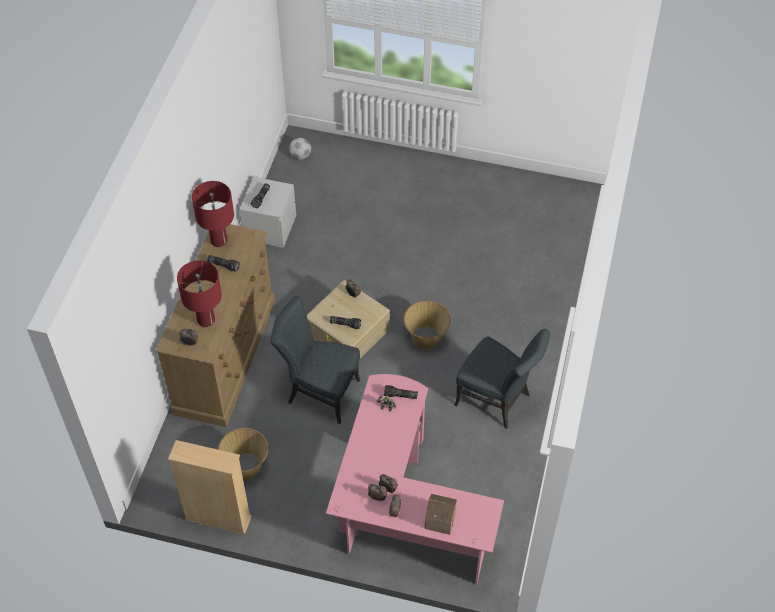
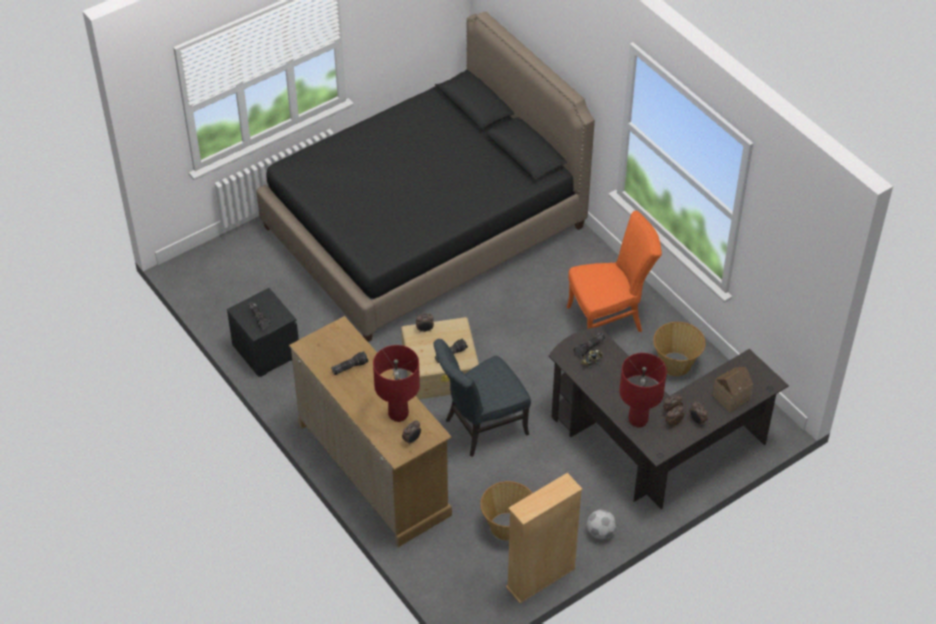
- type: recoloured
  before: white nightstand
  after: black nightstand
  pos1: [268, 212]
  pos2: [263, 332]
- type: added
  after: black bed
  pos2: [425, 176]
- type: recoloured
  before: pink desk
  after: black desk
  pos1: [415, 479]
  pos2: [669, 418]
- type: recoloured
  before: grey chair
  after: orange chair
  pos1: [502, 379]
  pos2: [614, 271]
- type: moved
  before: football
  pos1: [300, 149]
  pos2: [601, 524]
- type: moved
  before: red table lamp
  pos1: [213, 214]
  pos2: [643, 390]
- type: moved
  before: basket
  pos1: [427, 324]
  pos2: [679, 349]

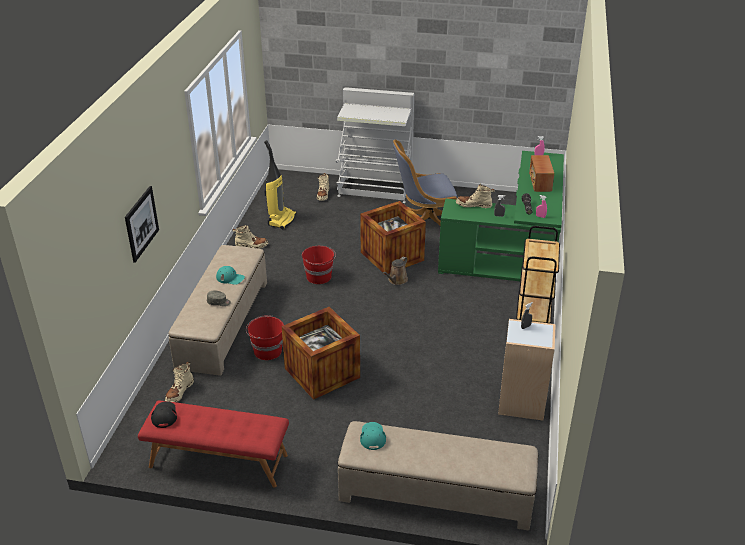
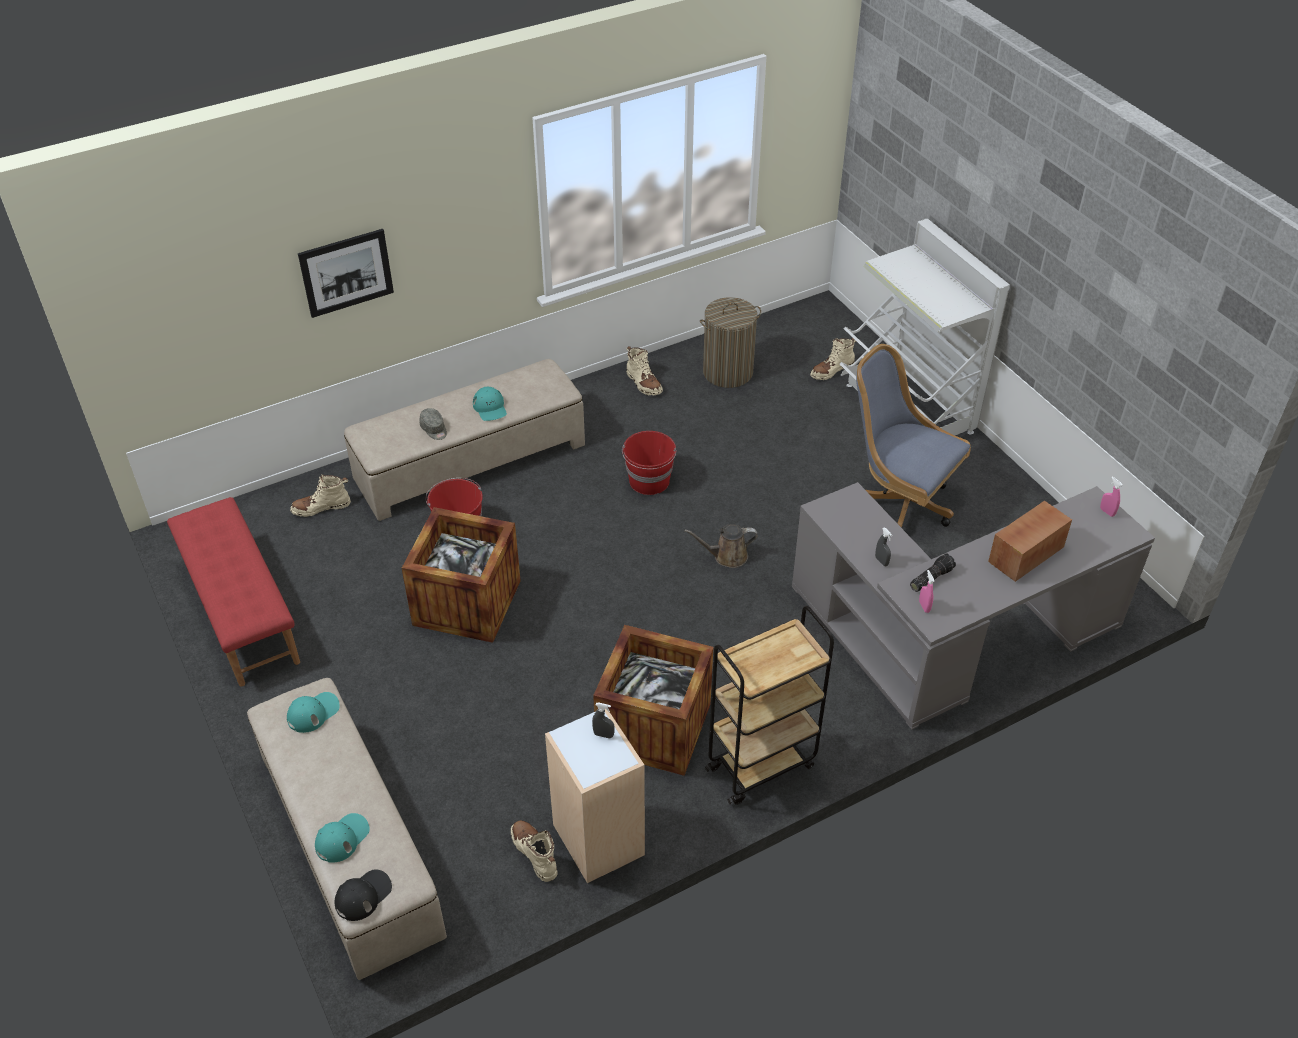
- type: added
  after: turquoise cap
  pos2: [342, 838]
- type: moved
  before: black cap
  pos1: [164, 414]
  pos2: [363, 895]
- type: moved
  before: beige boot
  pos1: [475, 195]
  pos2: [534, 851]
- type: moved
  before: crate
  pos1: [393, 238]
  pos2: [653, 700]
- type: replaced
  before: vacuum cleaner
  after: laundry basket
  pos1: [280, 184]
  pos2: [730, 342]
- type: recoloured
  before: green desk
  after: grey desk
  pos1: [501, 216]
  pos2: [973, 605]

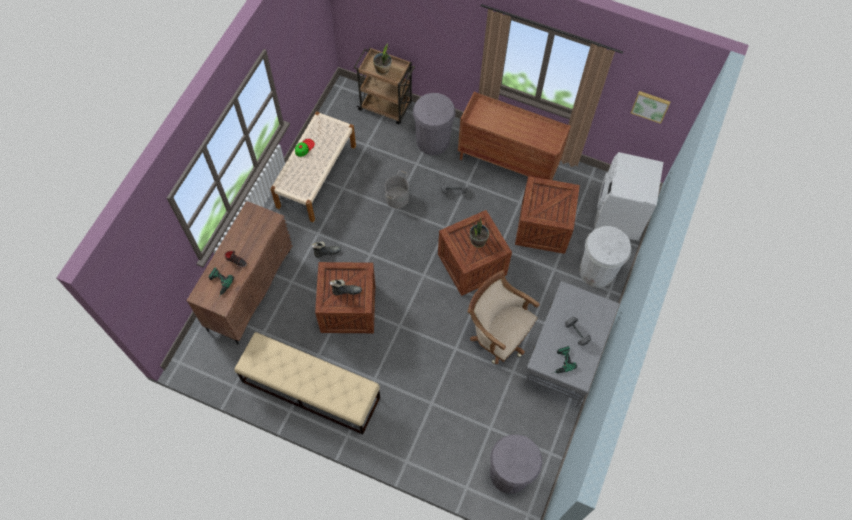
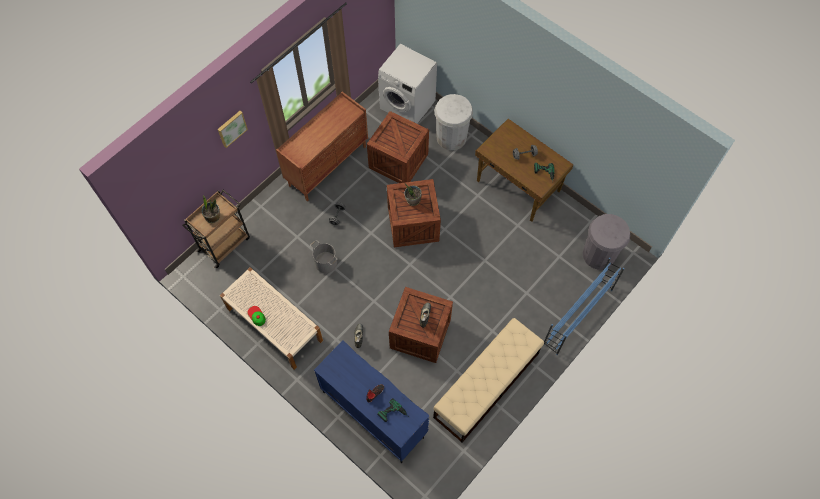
- type: moved
  before: picture
  pos1: [650, 107]
  pos2: [233, 129]
- type: recoloured
  before: brown dresser
  after: blue dresser
  pos1: [240, 272]
  pos2: [372, 402]
- type: recoloured
  before: grey desk
  after: brown desk
  pos1: [572, 344]
  pos2: [524, 170]
- type: added
  after: blue shoe rack
  pos2: [584, 306]
- type: removed
  before: grey trash can
  pos1: [434, 124]
- type: removed
  before: office chair
  pos1: [503, 317]

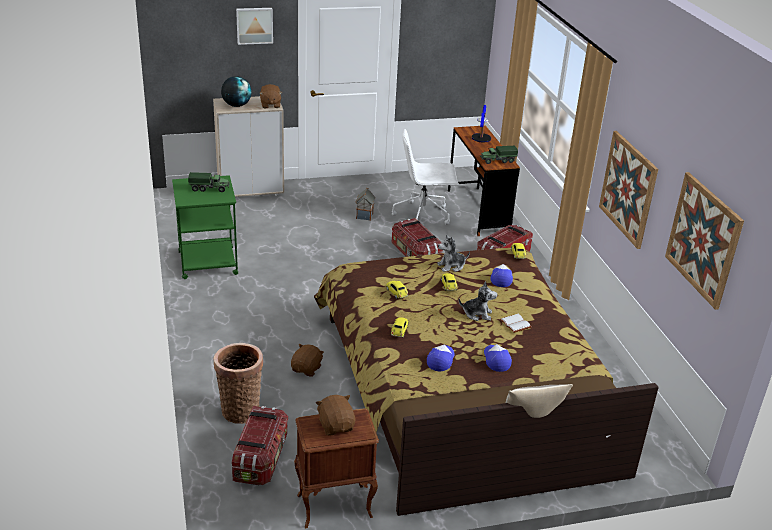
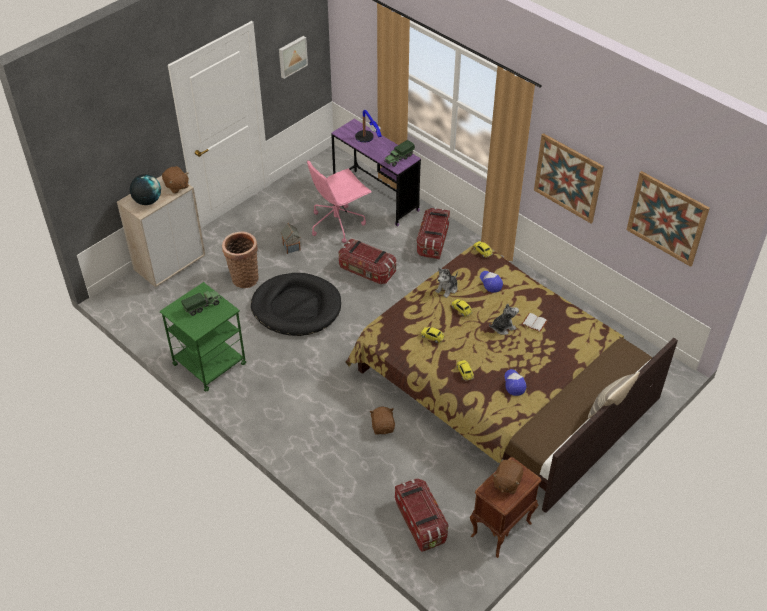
- type: moved
  before: basket
  pos1: [238, 383]
  pos2: [240, 259]
- type: added
  after: black dog bed
  pos2: [296, 304]
- type: moved
  before: picture
  pos1: [254, 26]
  pos2: [293, 57]
- type: recoloured
  before: white office chair
  after: pink office chair
  pos1: [425, 177]
  pos2: [339, 201]
- type: recoloured
  before: brown desk
  after: purple desk
  pos1: [484, 180]
  pos2: [376, 172]
- type: turned
  before: brown plush toy
  pos1: [335, 415]
  pos2: [507, 477]
  turn: -105
- type: removed
  before: cap
  pos1: [498, 358]

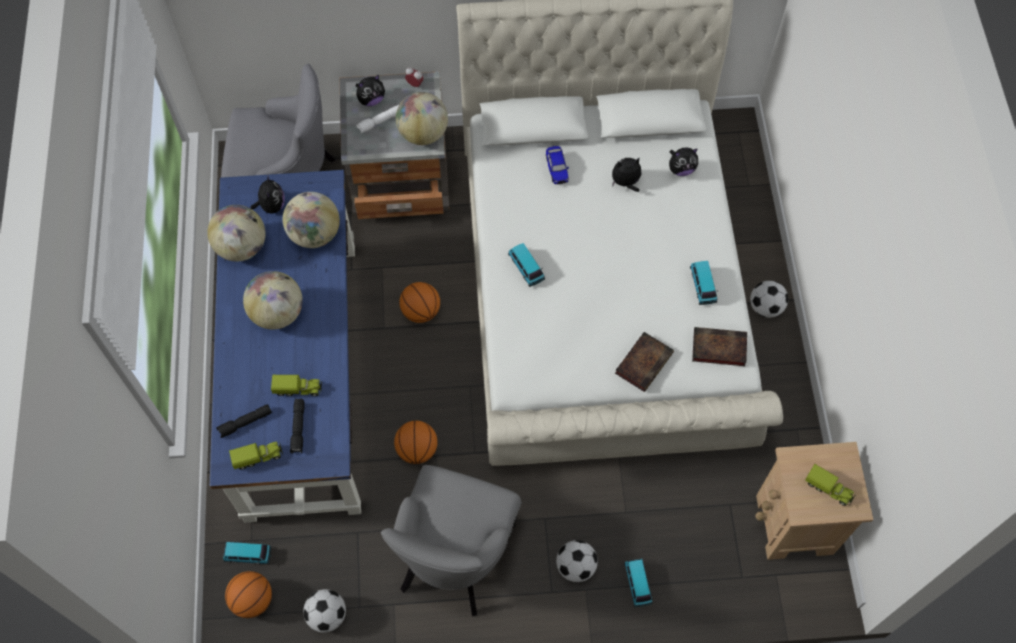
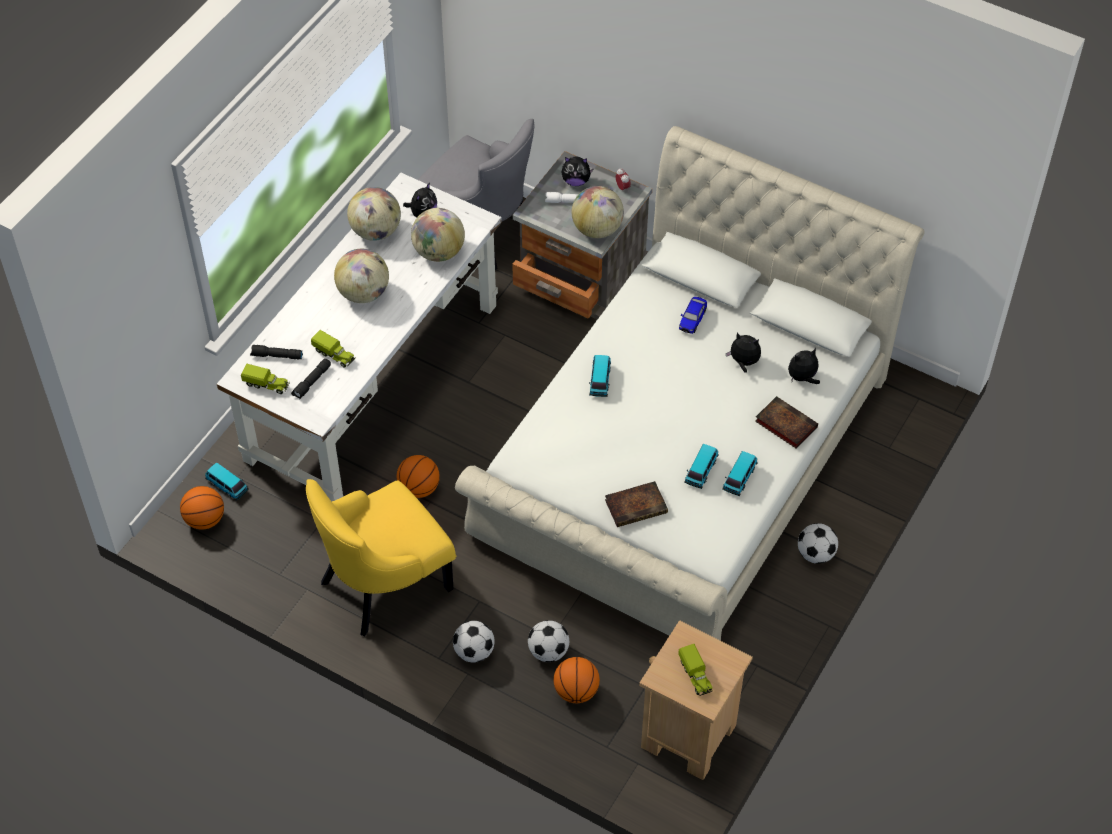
- type: recoloured
  before: blue desk
  after: white desk
  pos1: [285, 346]
  pos2: [359, 337]
- type: recoloured
  before: grey chair
  after: yellow chair
  pos1: [451, 540]
  pos2: [381, 557]
- type: moved
  before: football
  pos1: [324, 611]
  pos2: [548, 641]
- type: moved
  before: basketball
  pos1: [419, 302]
  pos2: [577, 680]
- type: moved
  before: toy car
  pos1: [638, 583]
  pos2: [701, 466]
- type: moved
  before: book
  pos1: [719, 346]
  pos2: [786, 422]
- type: turned
  before: plush toy
  pos1: [683, 162]
  pos2: [804, 366]
  turn: 135

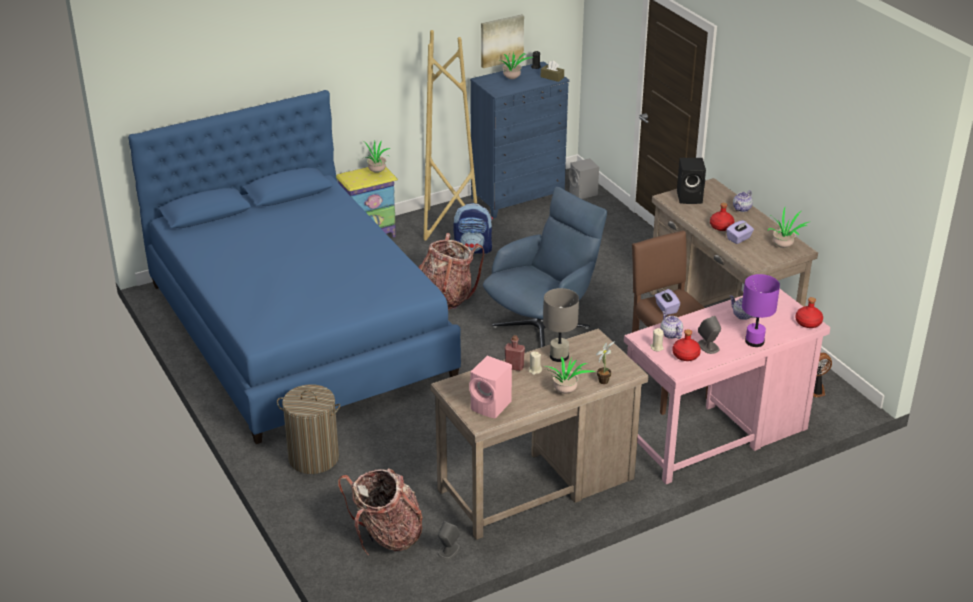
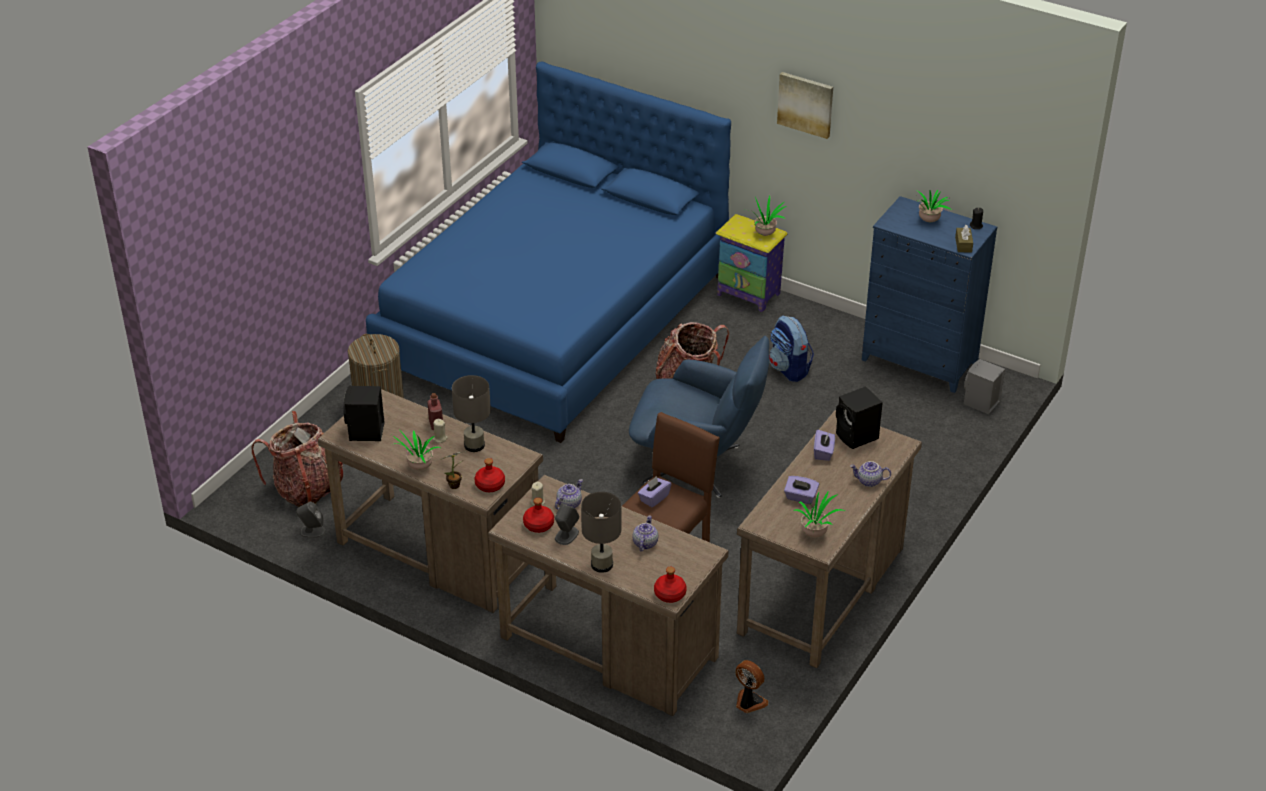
- type: recoloured
  before: pink speaker
  after: black speaker
  pos1: [490, 387]
  pos2: [364, 413]
- type: moved
  before: red bottle
  pos1: [722, 217]
  pos2: [489, 475]
- type: recoloured
  before: pink desk
  after: brown desk
  pos1: [727, 386]
  pos2: [608, 595]
- type: recoloured
  before: purple table lamp
  after: grey table lamp
  pos1: [761, 310]
  pos2: [601, 532]
- type: moved
  before: picture
  pos1: [502, 41]
  pos2: [805, 105]
- type: added
  after: purple tissue box
  pos2: [824, 445]
- type: removed
  before: yellow clothes rack
  pos1: [450, 135]

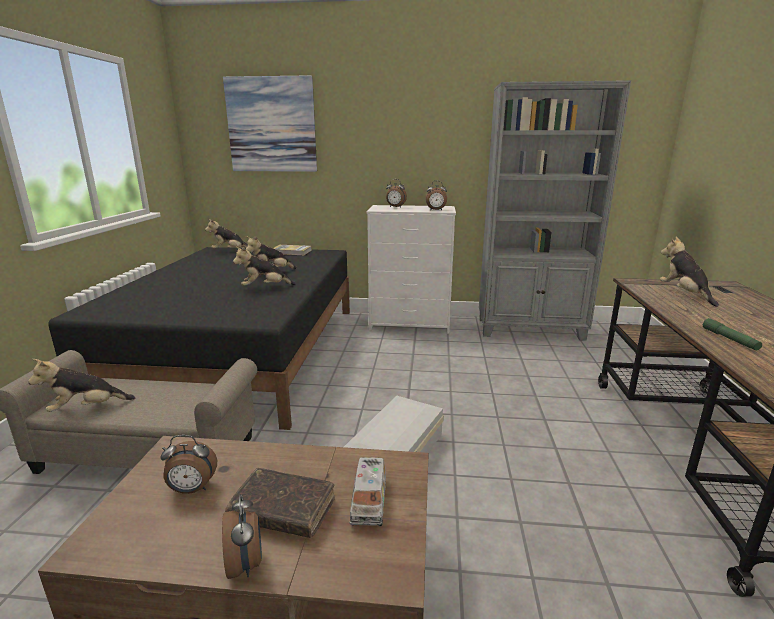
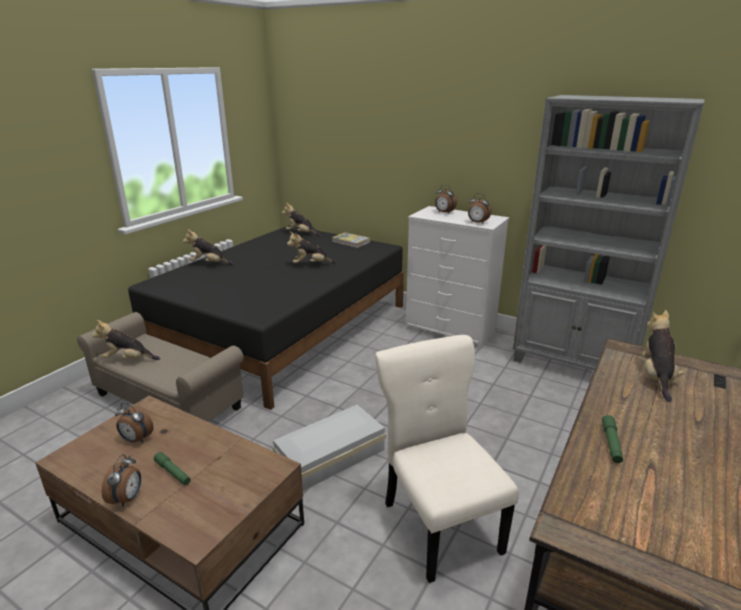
- type: replaced
  before: brown book
  after: green flashlight
  pos1: [280, 503]
  pos2: [172, 468]
- type: moved
  before: plush toy
  pos1: [264, 266]
  pos2: [208, 247]
- type: added
  after: beige chair
  pos2: [447, 459]
- type: removed
  before: picture
  pos1: [270, 123]
- type: removed
  before: toy truck
  pos1: [367, 491]

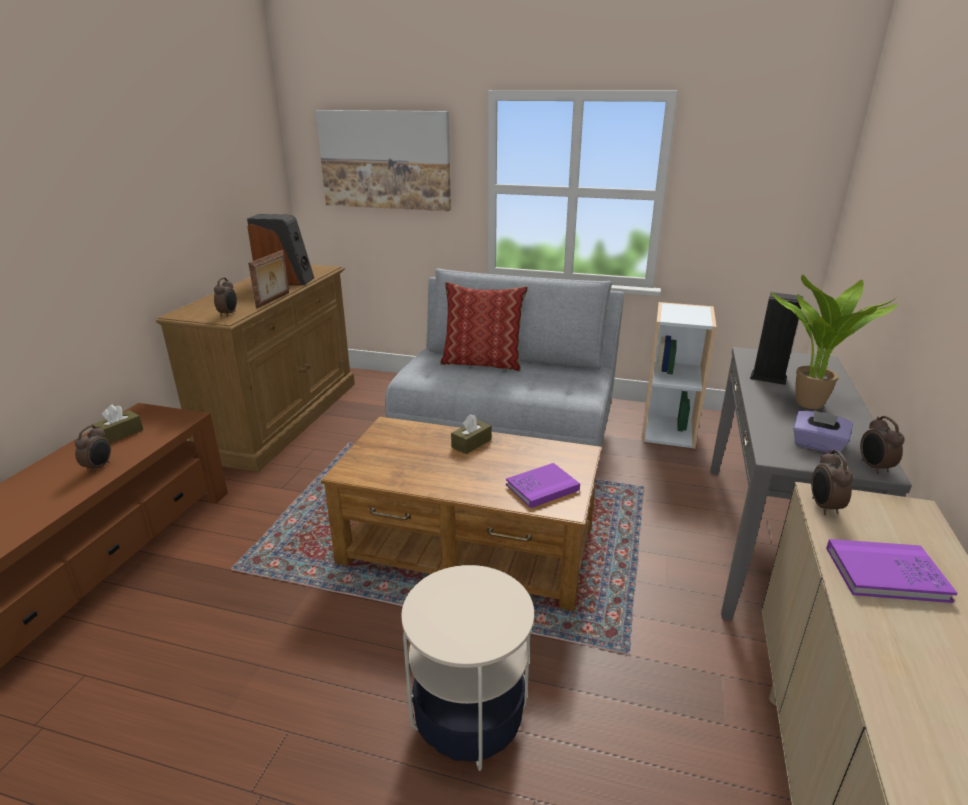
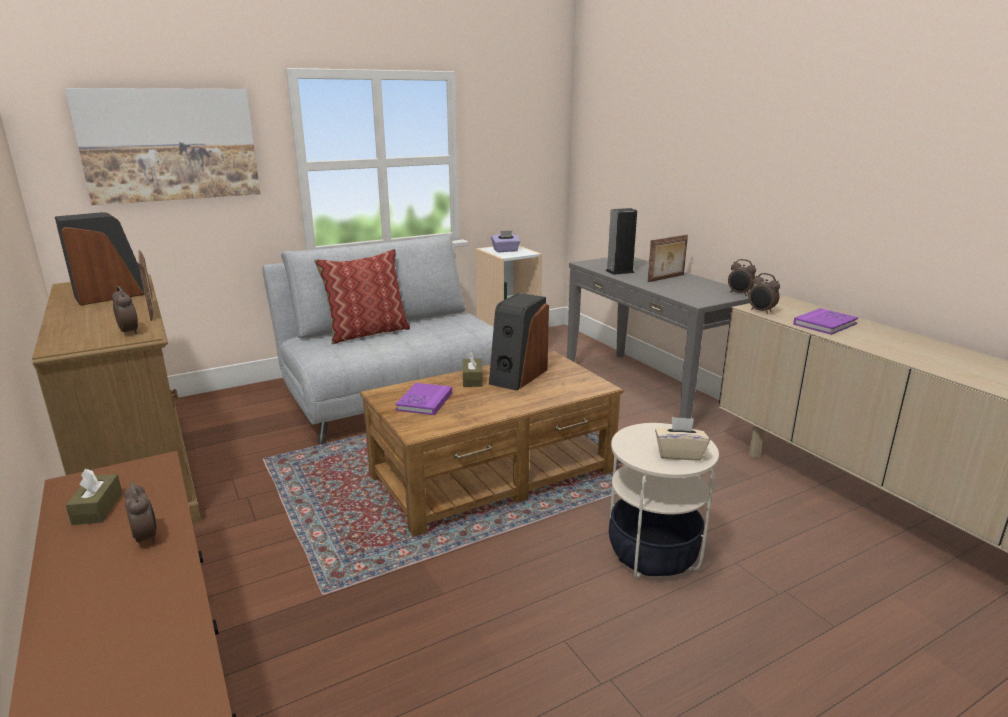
- type: moved
  before: purple book
  pos1: [543, 485]
  pos2: [423, 399]
- type: added
  after: speaker
  pos2: [519, 342]
- type: moved
  before: purple tissue box
  pos1: [823, 432]
  pos2: [505, 241]
- type: replaced
  before: potted plant
  after: picture frame
  pos1: [834, 342]
  pos2: [667, 258]
- type: added
  after: beige tissue box
  pos2: [682, 439]

